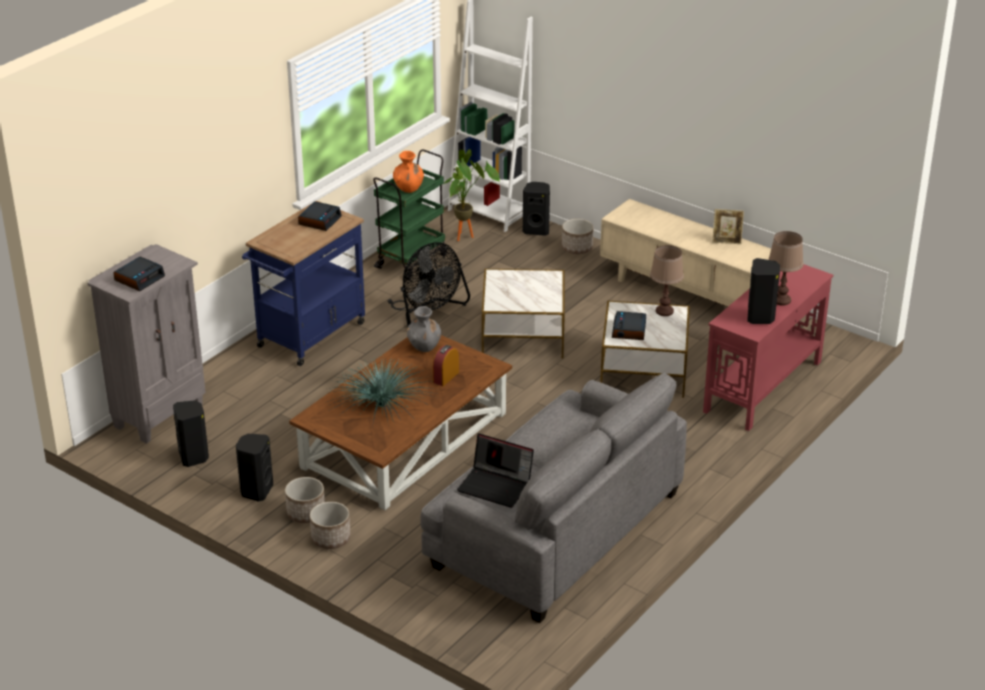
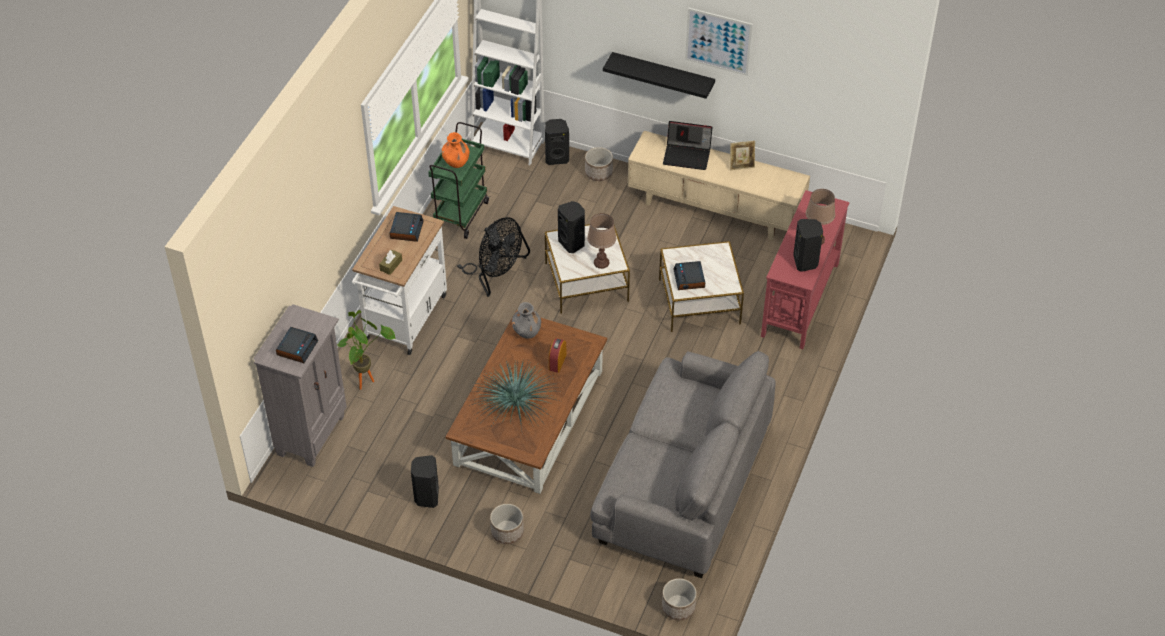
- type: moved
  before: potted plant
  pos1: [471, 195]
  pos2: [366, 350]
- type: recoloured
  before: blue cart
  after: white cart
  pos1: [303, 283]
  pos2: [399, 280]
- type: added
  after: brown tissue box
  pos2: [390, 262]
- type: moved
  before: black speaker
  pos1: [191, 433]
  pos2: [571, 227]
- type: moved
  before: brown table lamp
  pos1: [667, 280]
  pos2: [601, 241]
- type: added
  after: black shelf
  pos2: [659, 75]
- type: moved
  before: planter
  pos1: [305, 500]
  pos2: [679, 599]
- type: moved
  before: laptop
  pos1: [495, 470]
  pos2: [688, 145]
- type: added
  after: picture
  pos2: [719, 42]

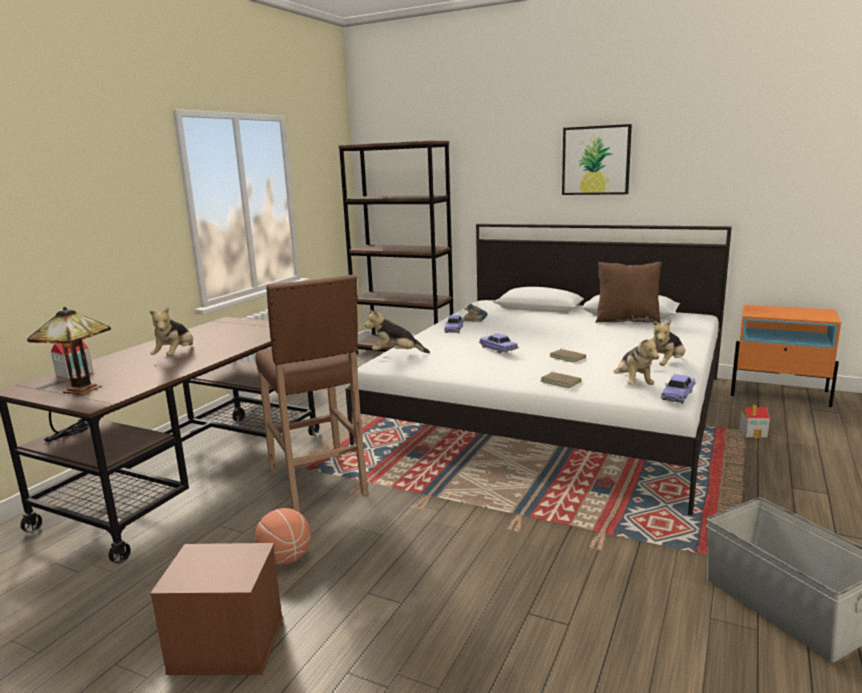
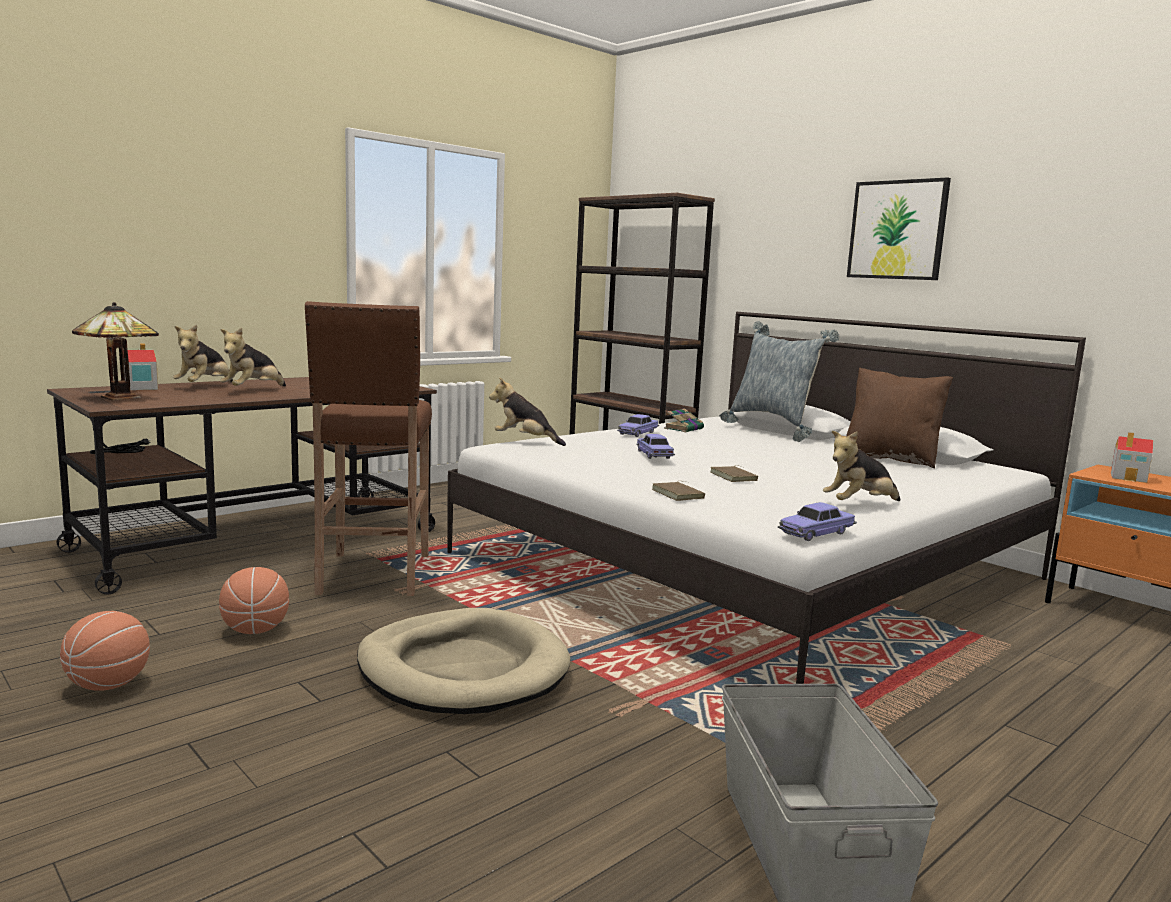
- type: replaced
  before: brown storage box
  after: basketball
  pos1: [216, 609]
  pos2: [105, 650]
- type: moved
  before: plush toy
  pos1: [636, 359]
  pos2: [203, 353]
- type: added
  after: beige dog bed
  pos2: [463, 661]
- type: added
  after: pillow
  pos2: [779, 381]
- type: moved
  before: toy house
  pos1: [754, 421]
  pos2: [1132, 457]

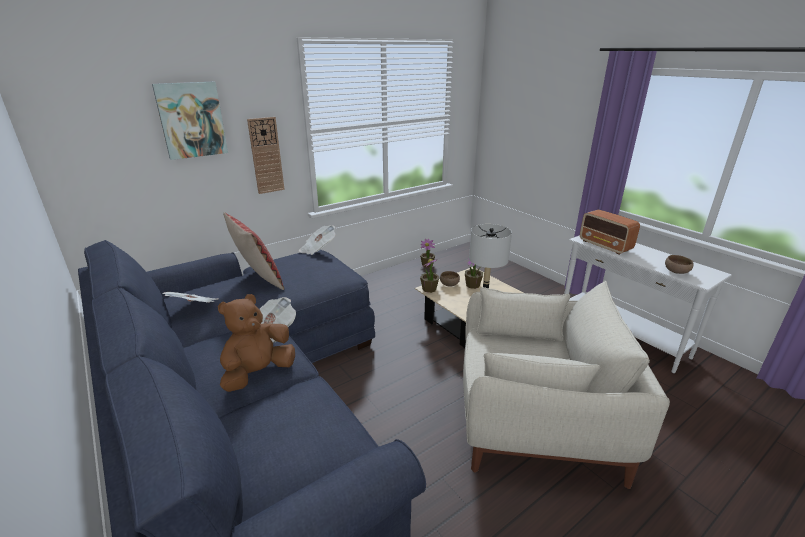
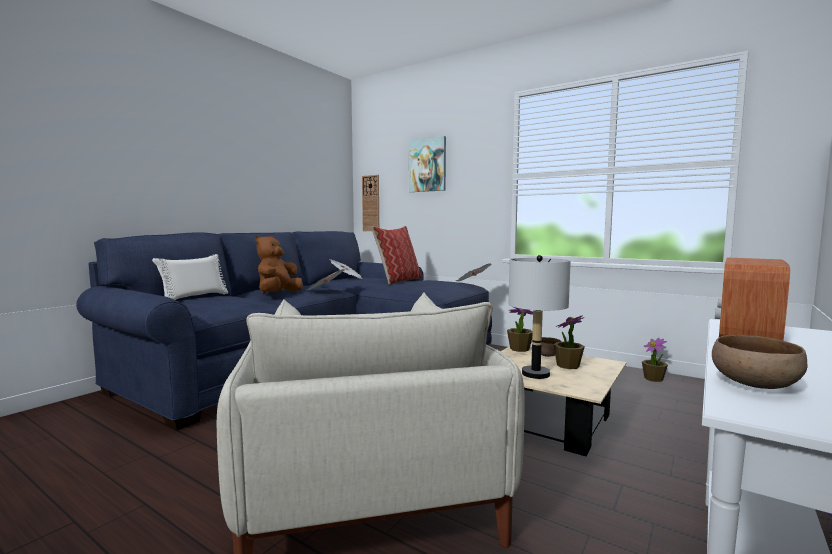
- type: added
  after: white pillow
  pos2: [190, 277]
- type: turned
  before: brown plush toy
  pos1: [256, 343]
  pos2: [279, 264]
  turn: -90
- type: moved
  before: wall clock
  pos1: [266, 155]
  pos2: [370, 203]

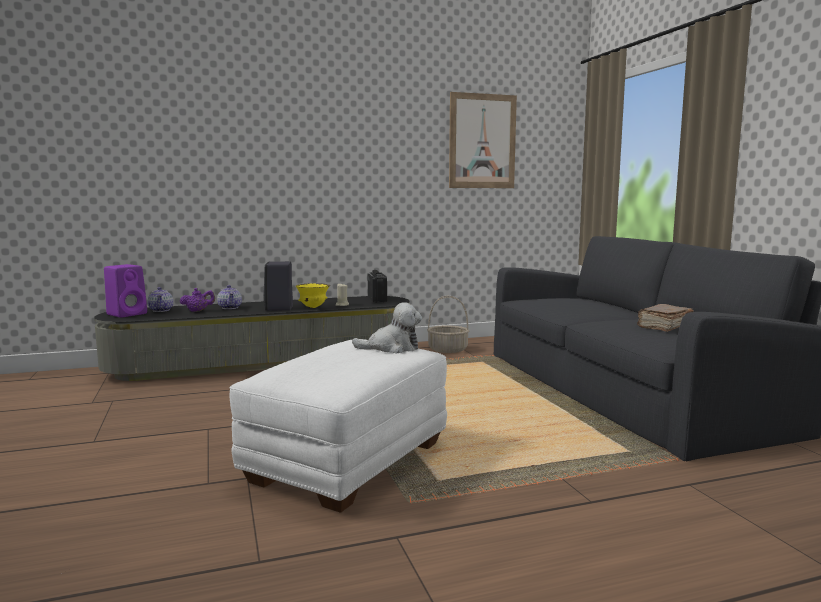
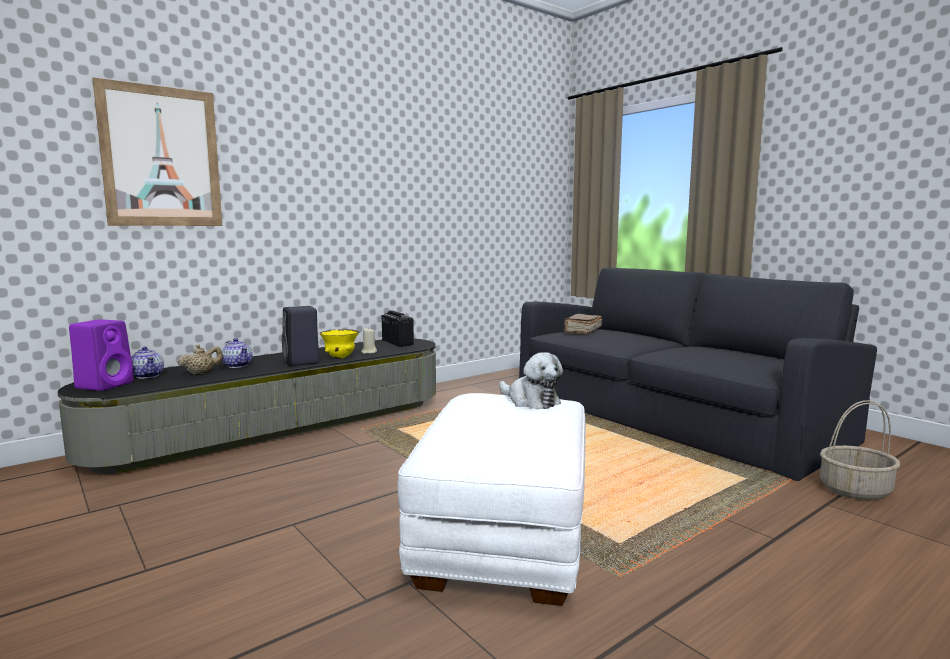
- type: moved
  before: picture
  pos1: [483, 140]
  pos2: [157, 151]
- type: recoloured
  before: purple teapot
  after: beige teapot
  pos1: [197, 300]
  pos2: [200, 359]
- type: turned
  before: plush toy
  pos1: [387, 327]
  pos2: [531, 380]
  turn: 75
- type: moved
  before: brown book
  pos1: [665, 318]
  pos2: [583, 324]
- type: moved
  before: basket
  pos1: [448, 324]
  pos2: [860, 450]

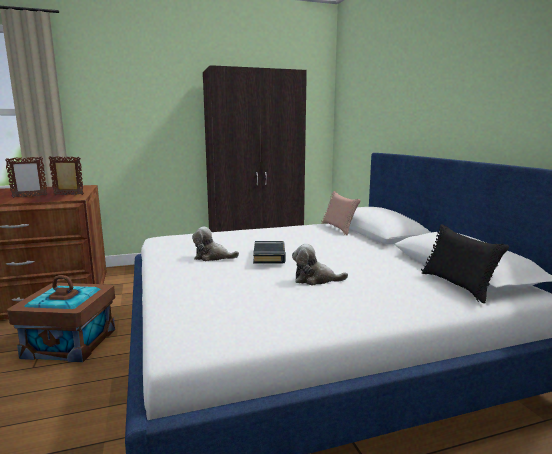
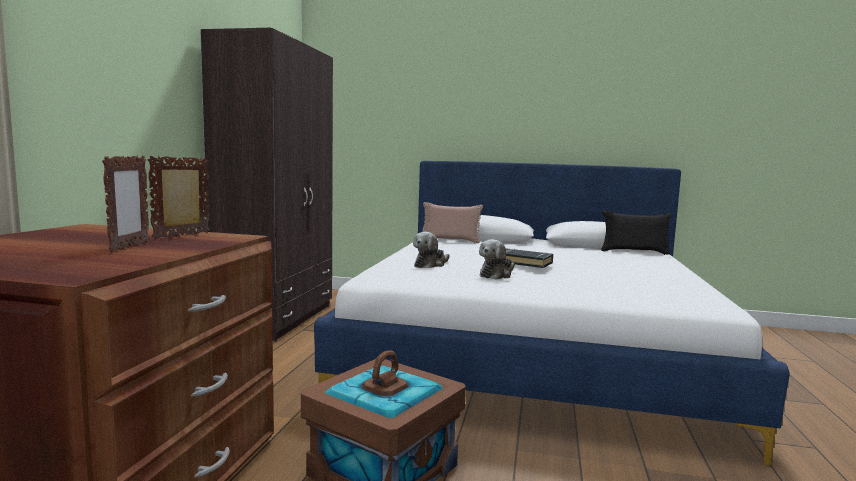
- type: moved
  before: plush toy
  pos1: [320, 264]
  pos2: [431, 250]

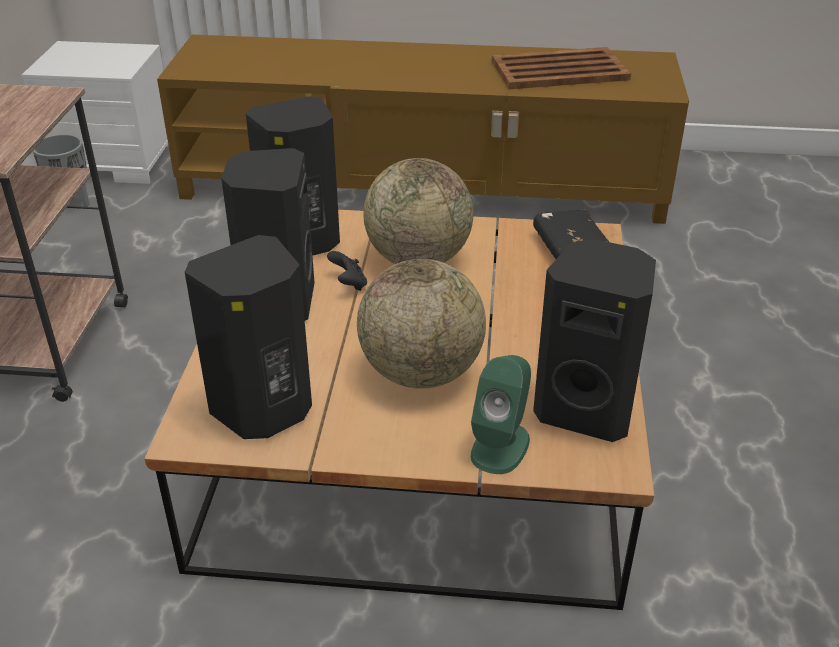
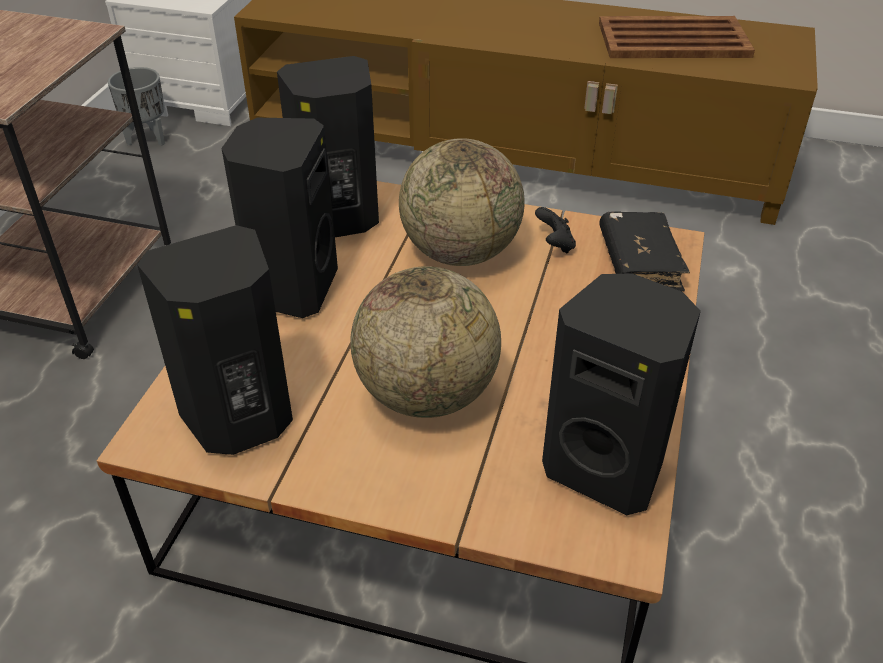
- type: moved
  before: black game controller
  pos1: [347, 271]
  pos2: [555, 230]
- type: removed
  before: green speaker
  pos1: [501, 414]

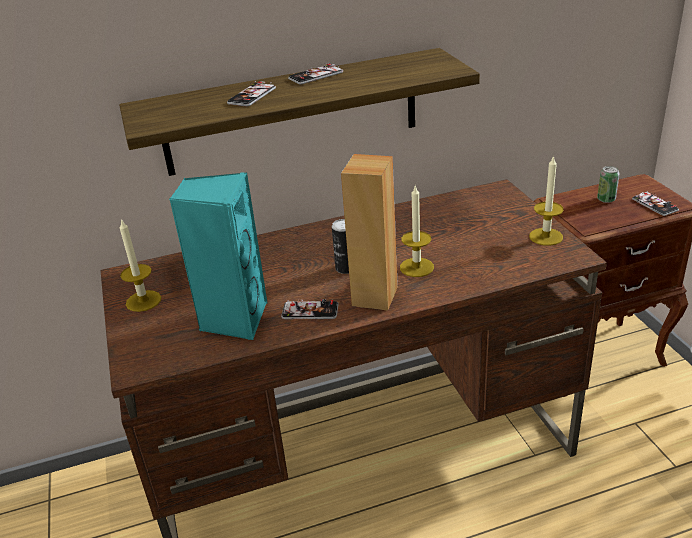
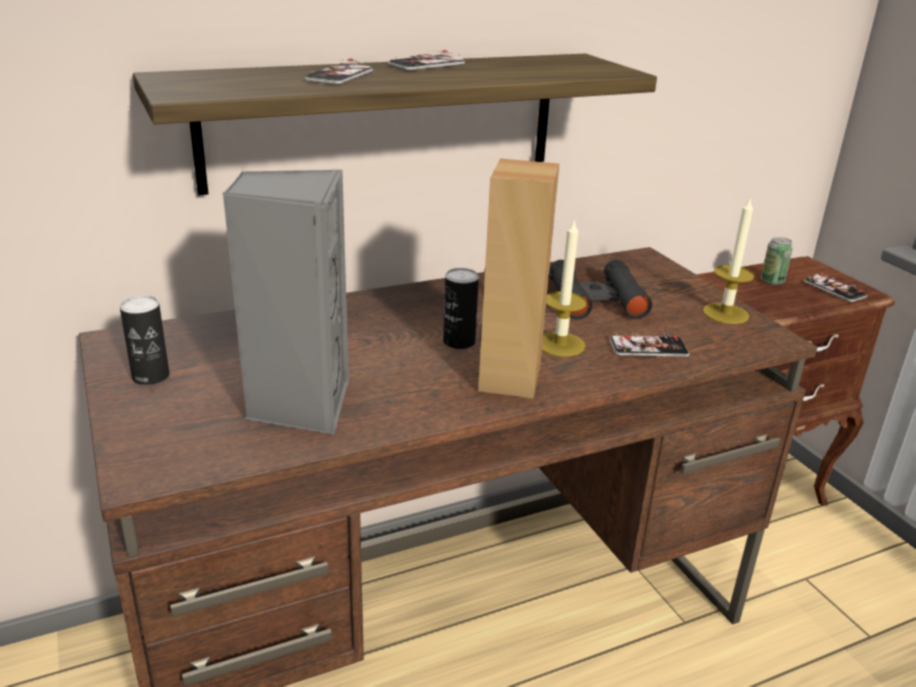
- type: replaced
  before: candle
  after: can
  pos1: [140, 265]
  pos2: [144, 340]
- type: recoloured
  before: turquoise speaker
  after: grey speaker
  pos1: [218, 256]
  pos2: [286, 302]
- type: added
  after: black binoculars
  pos2: [601, 290]
- type: moved
  before: phone
  pos1: [310, 309]
  pos2: [650, 344]

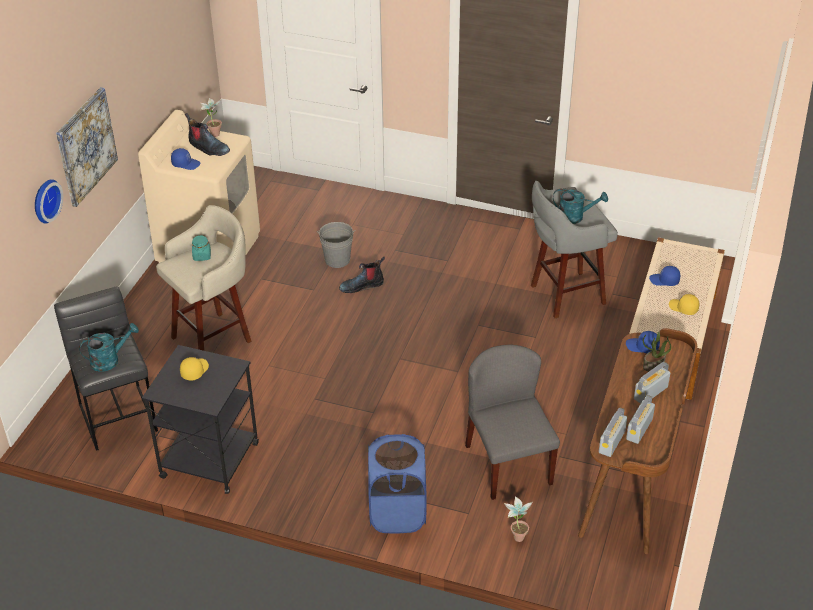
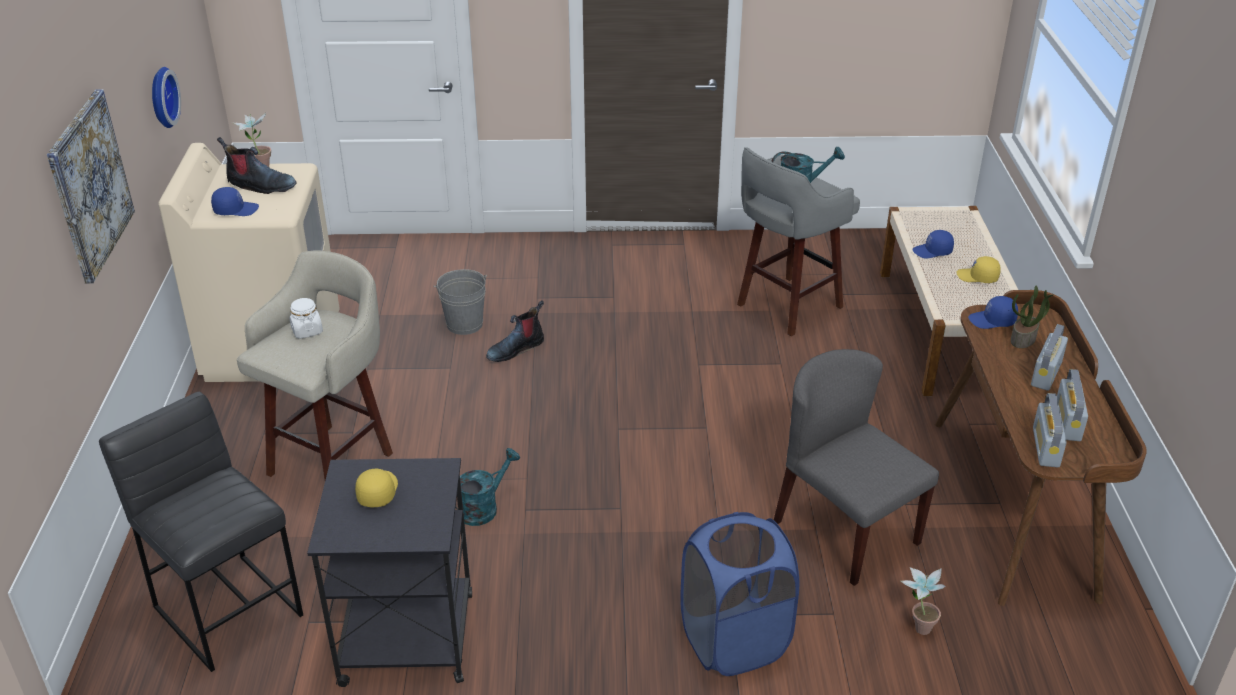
- type: moved
  before: wall clock
  pos1: [49, 201]
  pos2: [166, 97]
- type: recoloured
  before: turquoise jar
  after: white jar
  pos1: [201, 248]
  pos2: [306, 318]
- type: moved
  before: turquoise watering can
  pos1: [109, 347]
  pos2: [488, 487]

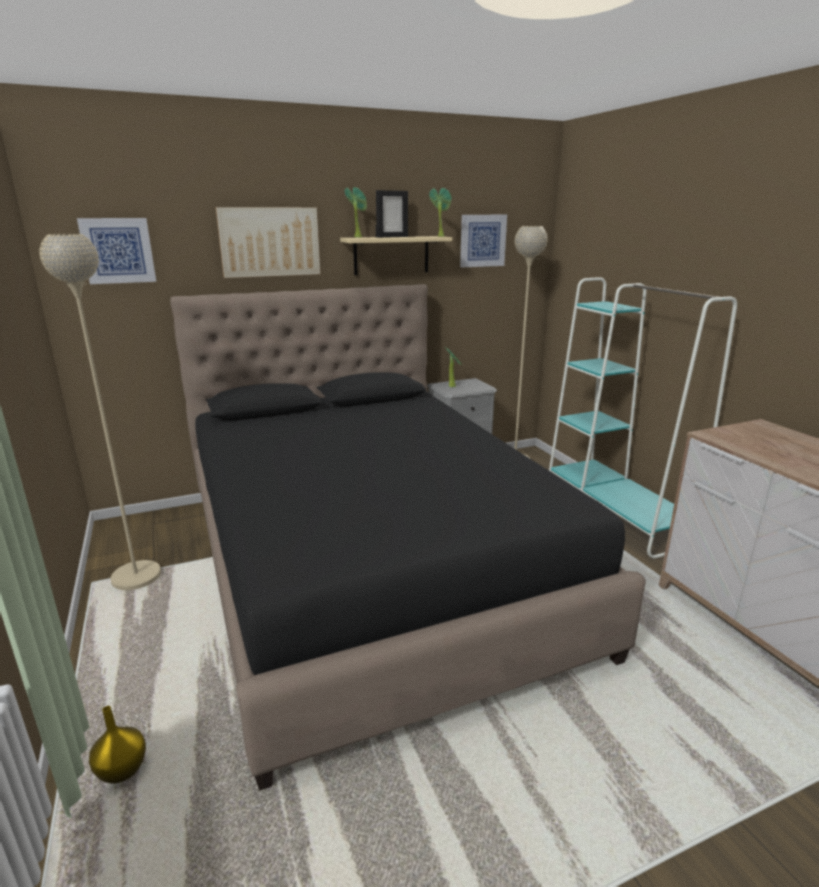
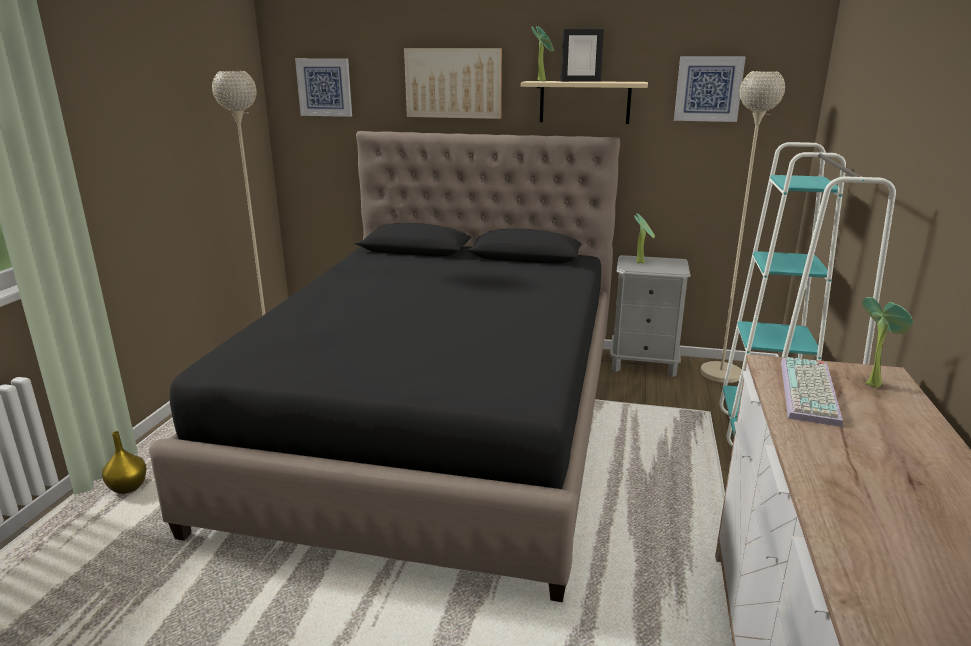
- type: added
  after: keyboard
  pos2: [812, 392]
- type: moved
  before: potted plant
  pos1: [440, 212]
  pos2: [887, 342]

